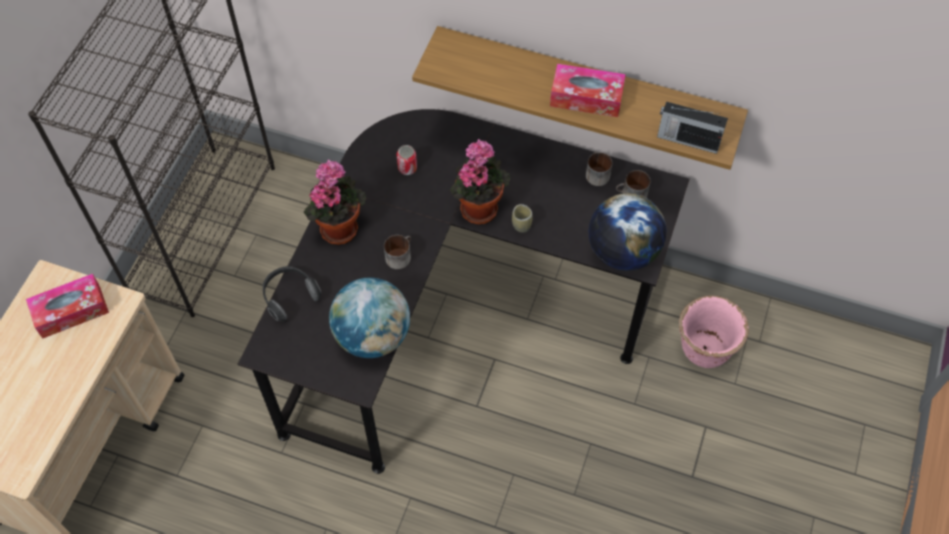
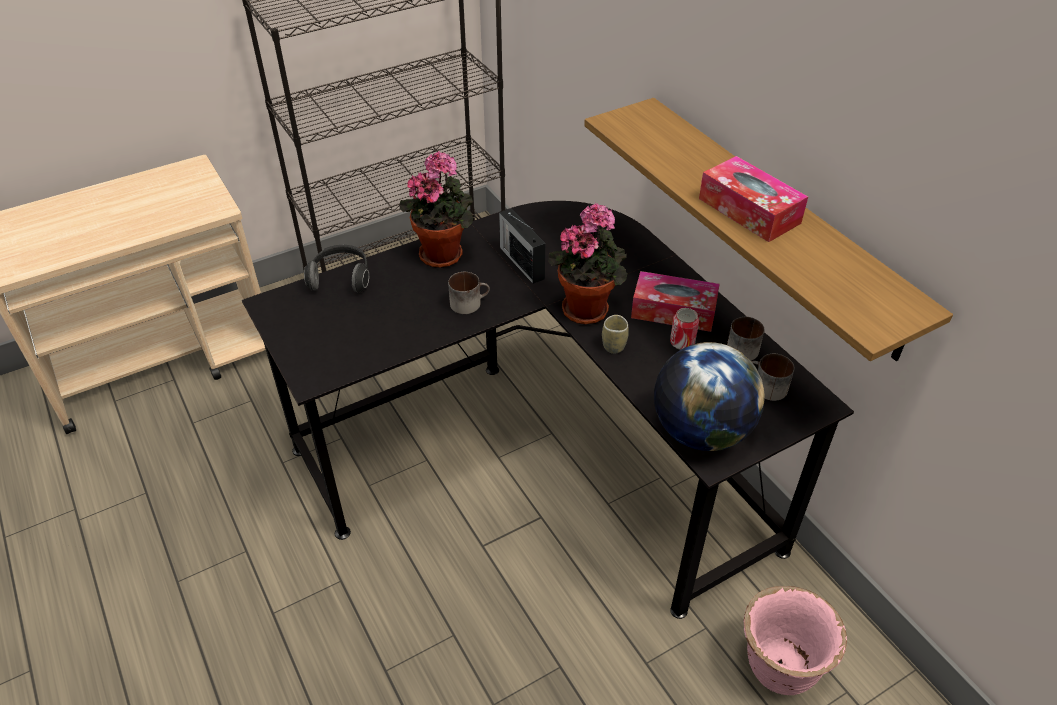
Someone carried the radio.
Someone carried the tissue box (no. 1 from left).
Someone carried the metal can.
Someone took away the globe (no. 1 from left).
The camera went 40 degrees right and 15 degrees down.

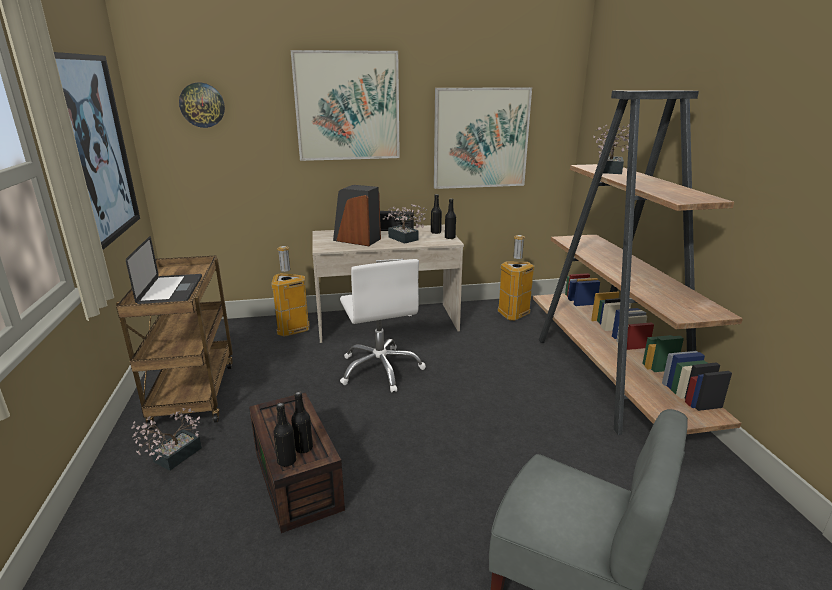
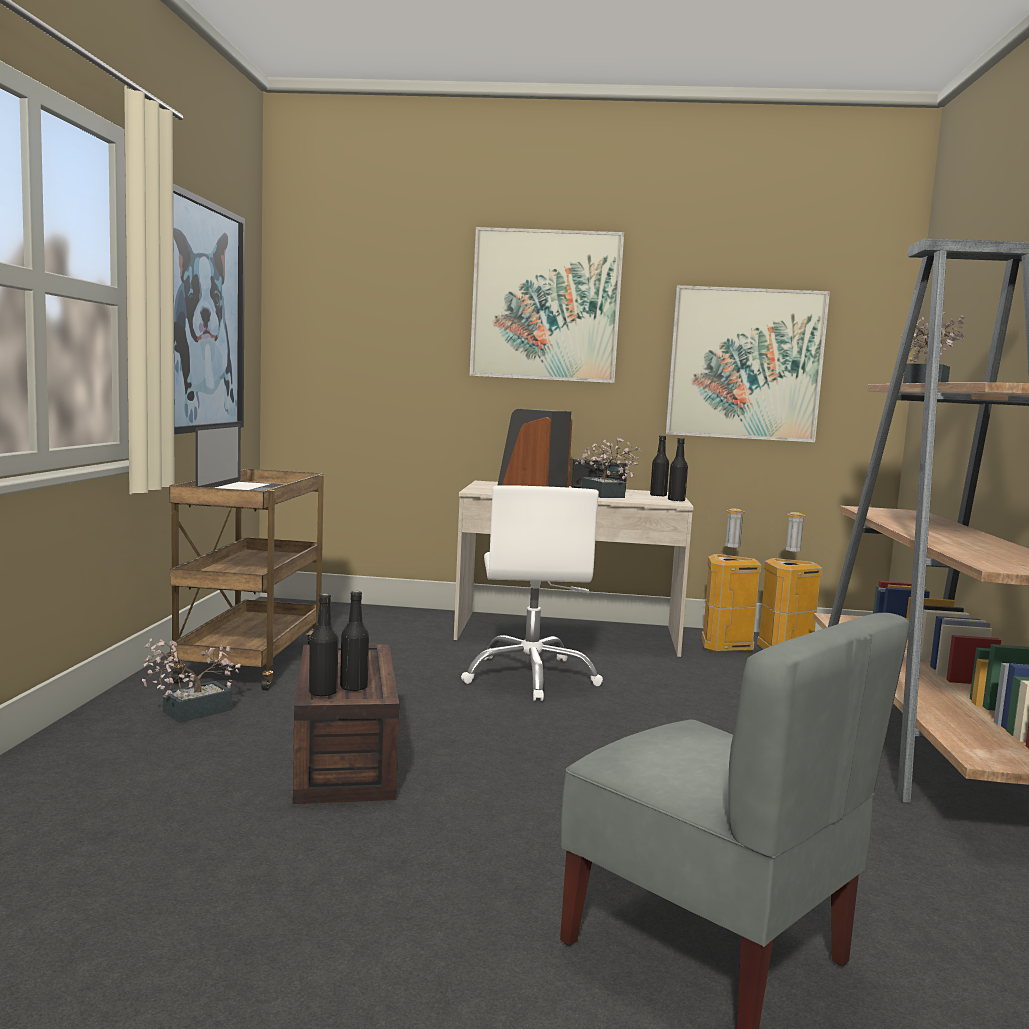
Someone carried the trash can (no. 1 from left).
Someone took away the wall clock.
The camera went 15 degrees right and 15 degrees down.

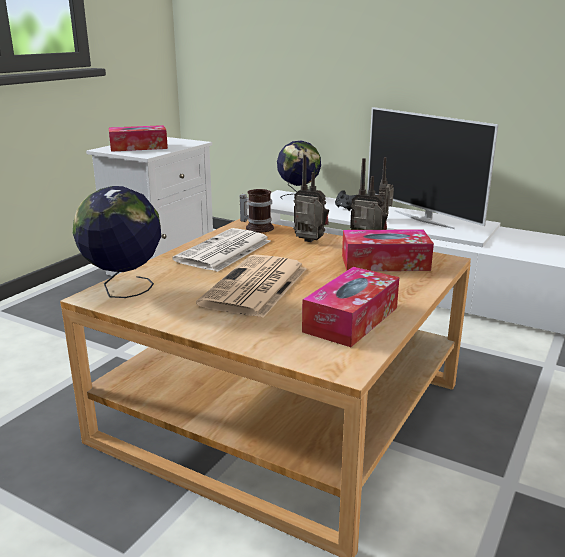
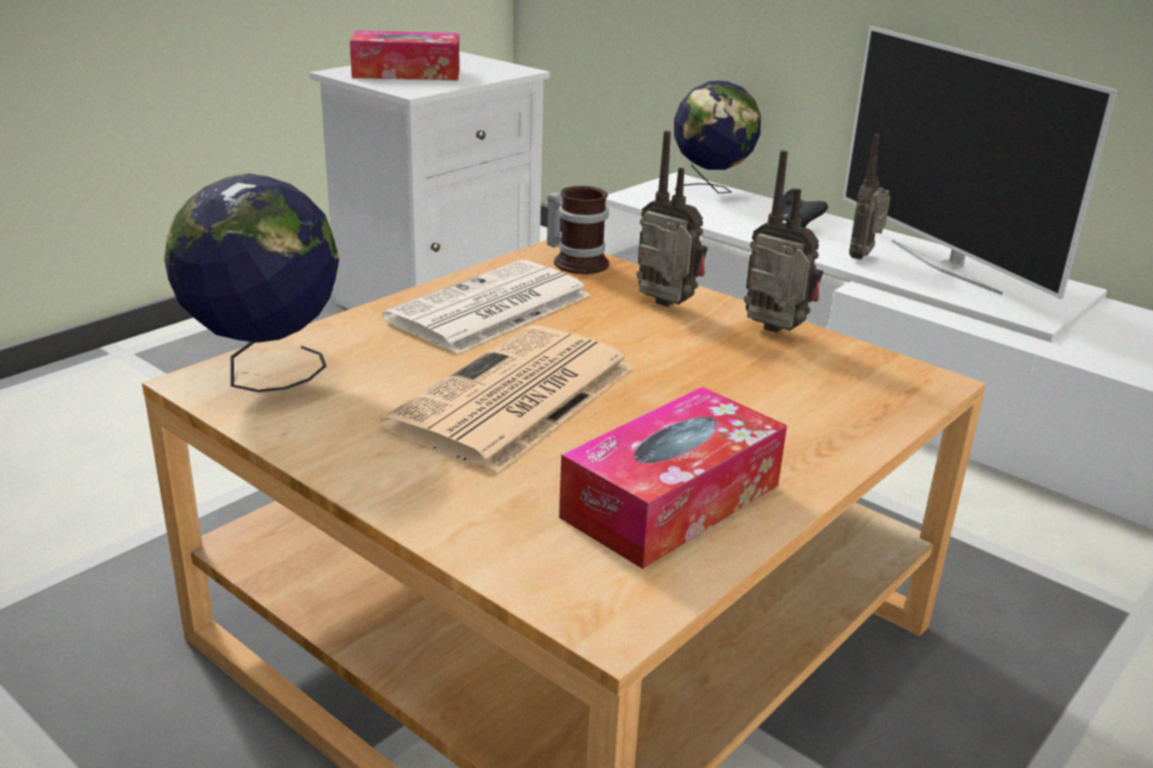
Someone took away the tissue box (no. 3 from left).
The camera went 10 degrees right and 5 degrees up.

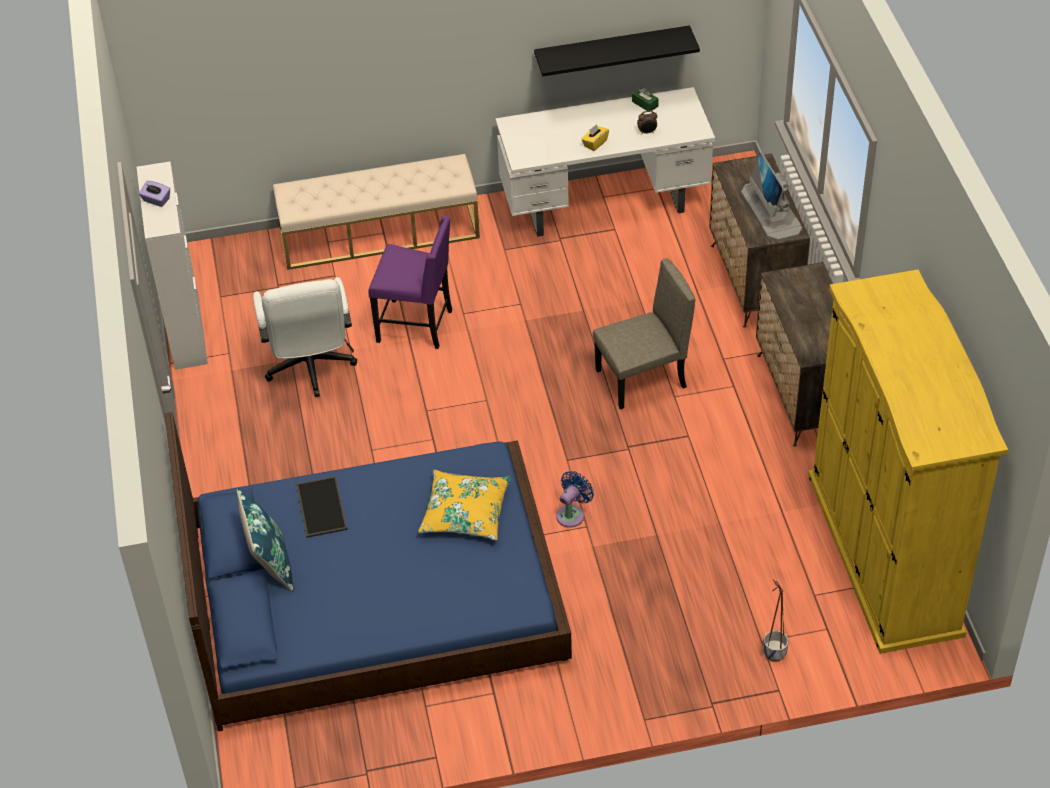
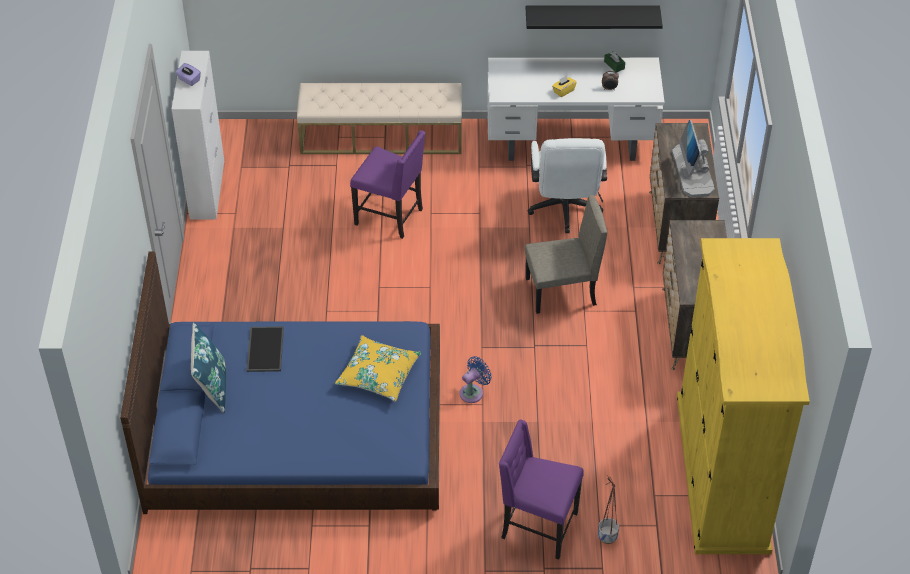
Someone put down the purplish upright chair (no. 2 from left).
Someone carried the white-coloured office chair.
The camera went 10 degrees right and 0 degrees up.

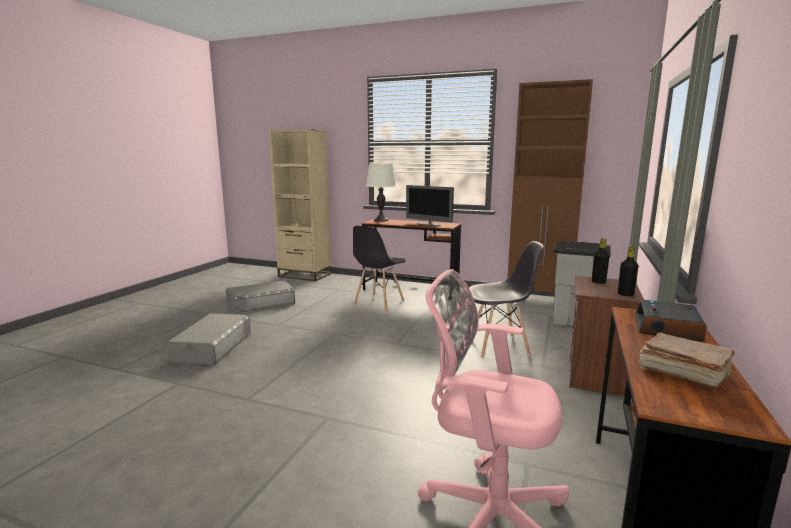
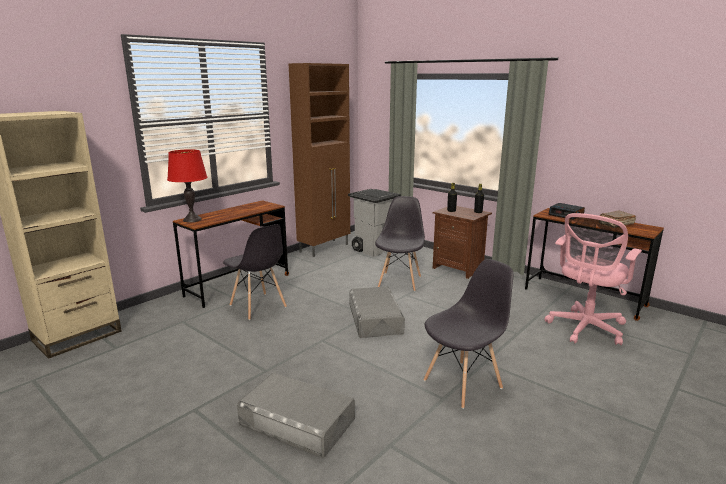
Someone repainted the white-coloured table lamp, which became the red-coloured table lamp.
Someone carried the grey storage box (no. 2 from left).
Someone put down the grey upright chair (no. 3 from left).
Someone took away the monitor.
The camera went 70 degrees left and 5 degrees up.

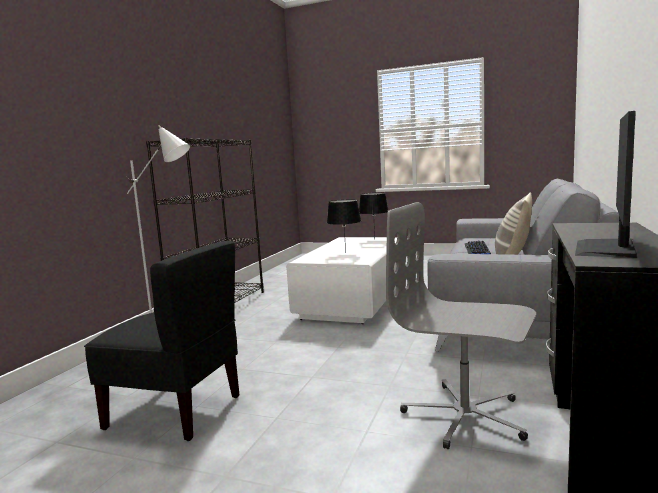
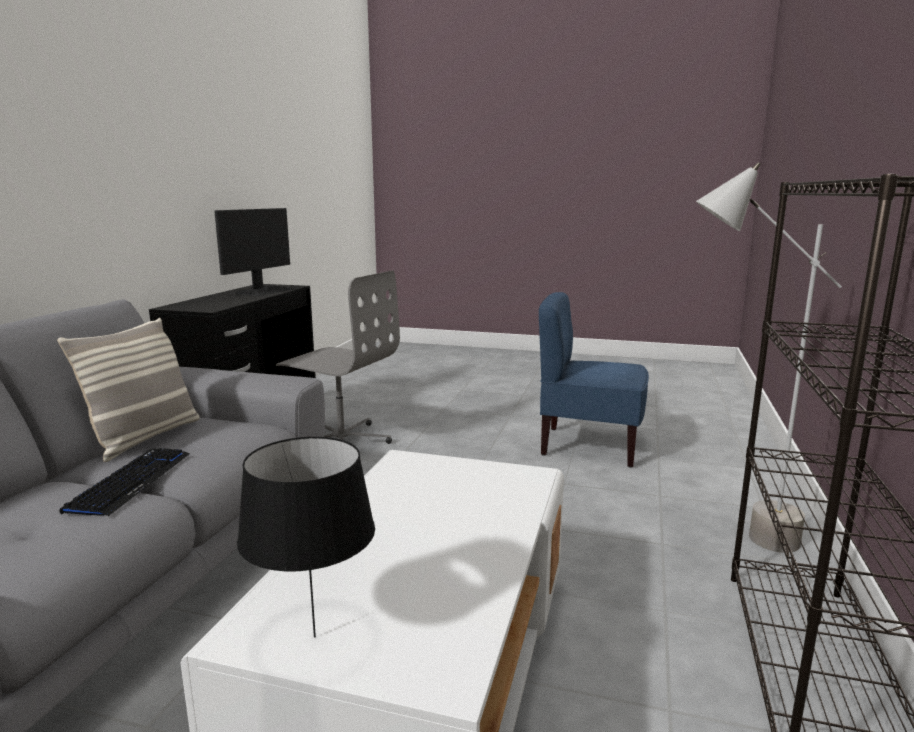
Someone repainted the blackish upright chair, which became the bluish upright chair.
Someone took away the blackish table lamp (no. 1 from left).
The camera went 175 degrees right and 5 degrees up.

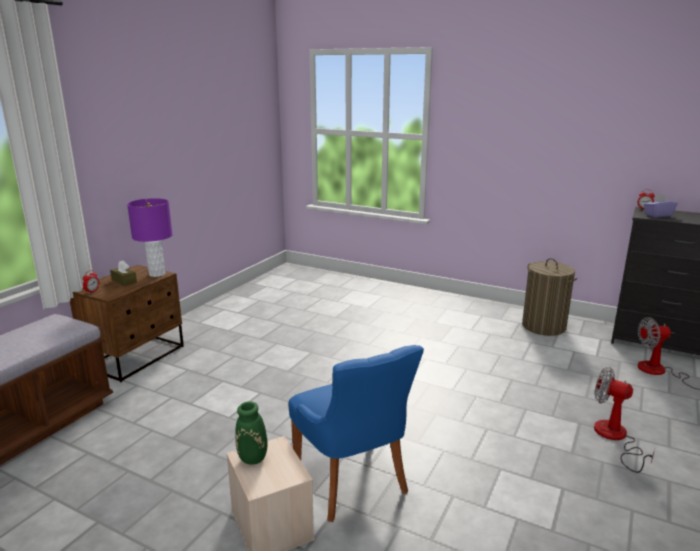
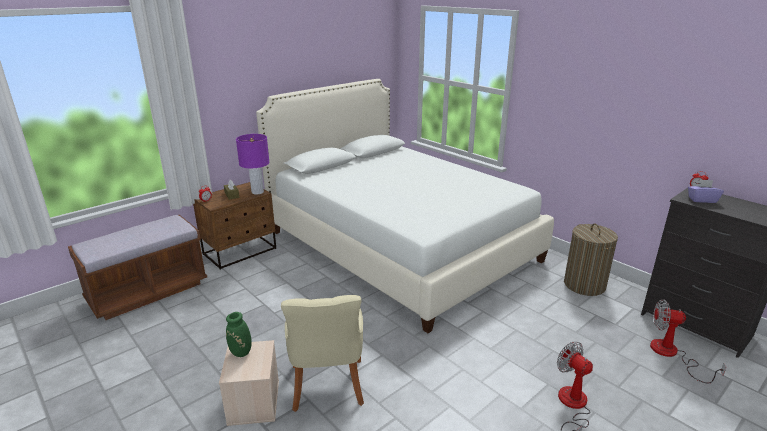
Someone put down the white-coloured sleeping bed.
Someone repainted the bluish upright chair, which became the beige-coloured upright chair.
The camera went 20 degrees right and 5 degrees up.

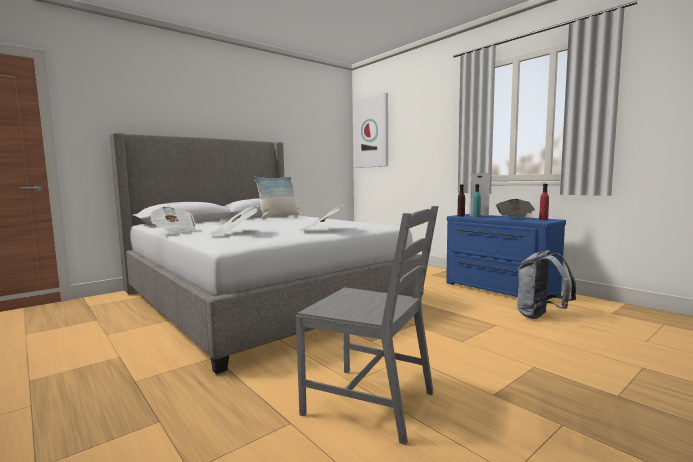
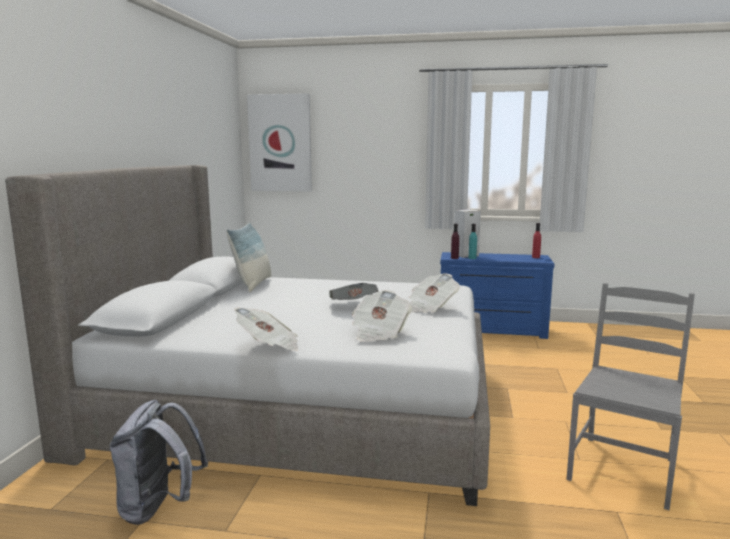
Someone carried the grey rucksack.
Someone carried the daily paper (no. 4 from left in the first image).
Someone rotated the grey upright chair by 45 degrees counterclockwise.
The camera went 40 degrees left and 5 degrees up.

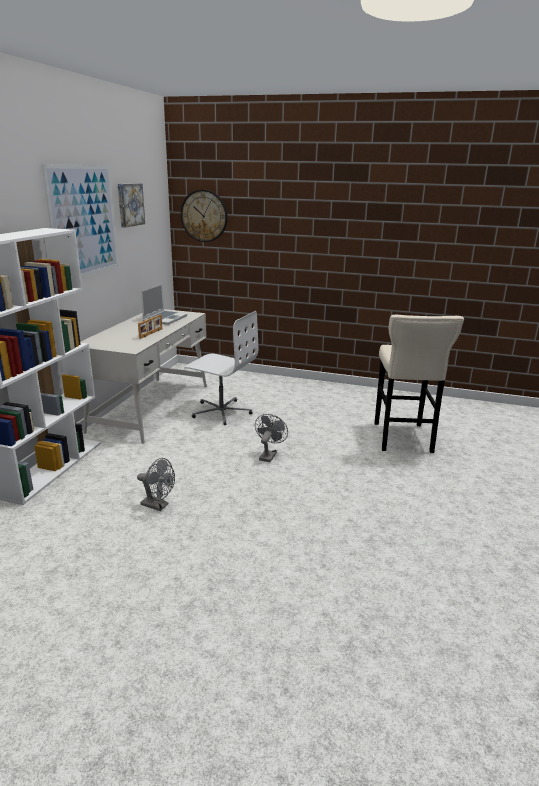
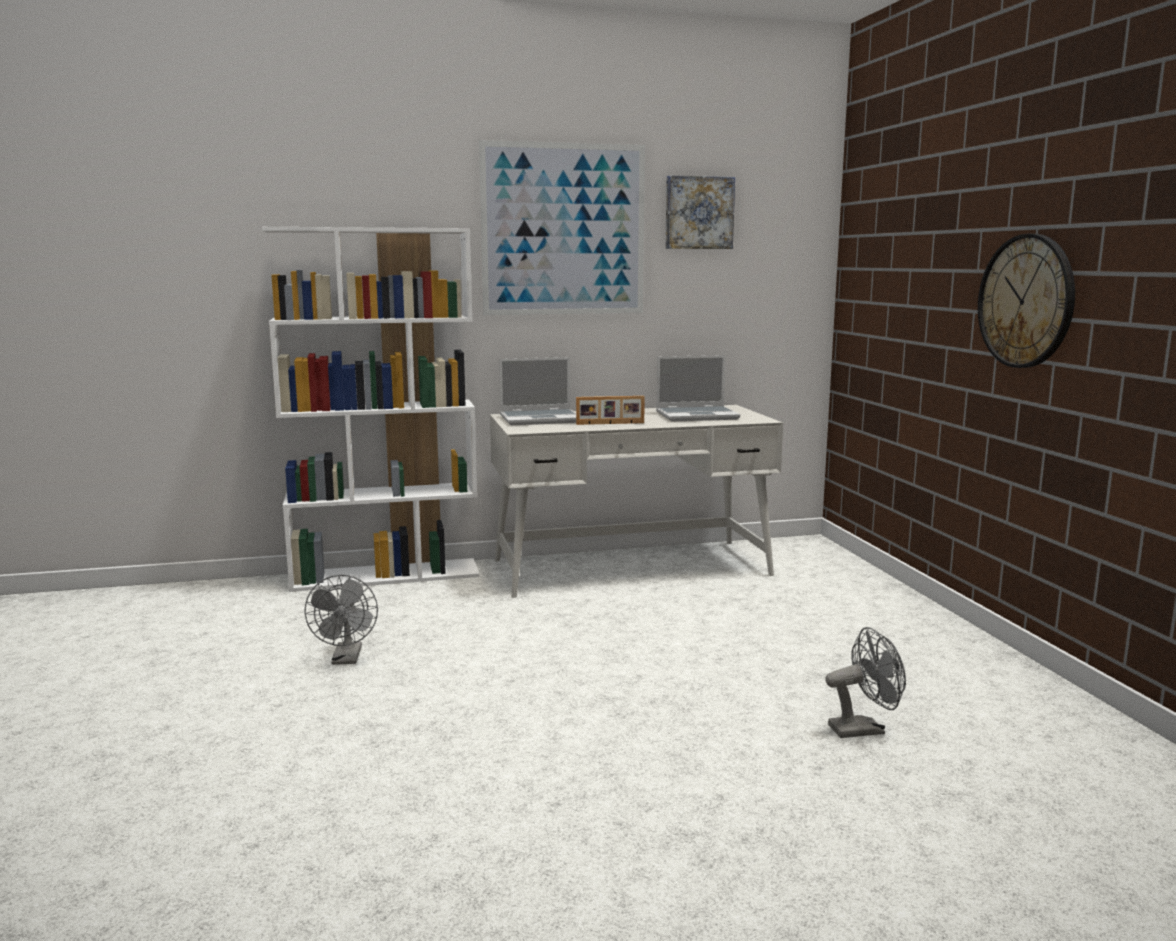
Someone put down the portable computer (no. 1 from left).
Someone carried the grey cooling fan (no. 2 from left).
Someone carried the wall clock.
Someone took away the white-coloured office chair.
Someone took away the beige-coloured sitting stool.
The camera went 60 degrees right and 10 degrees down.

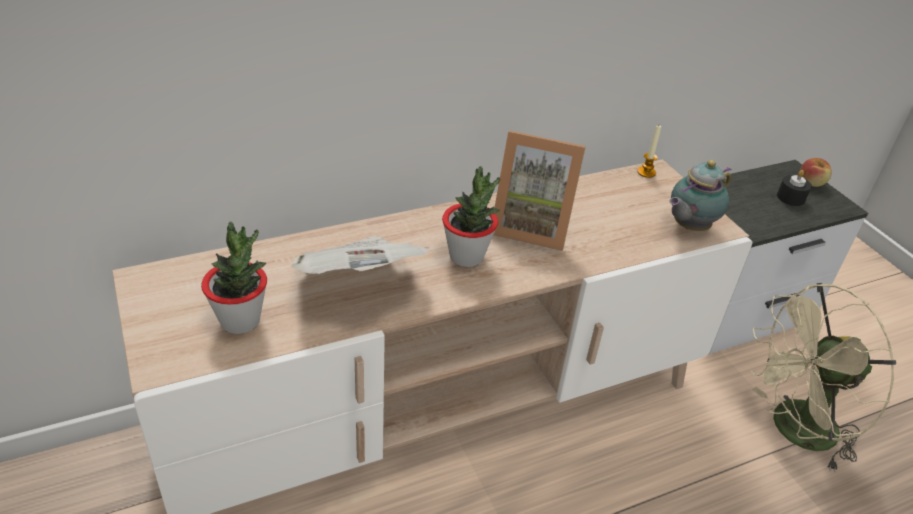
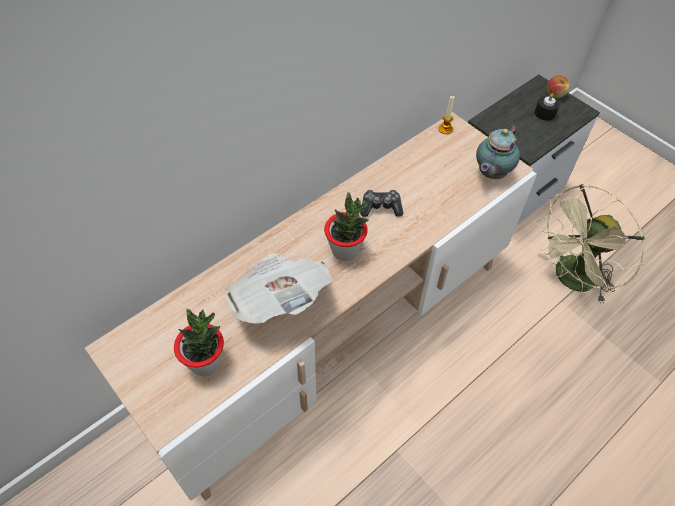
Someone swapped the picture frame for the game controller.
The camera went 15 degrees left and 15 degrees up.

